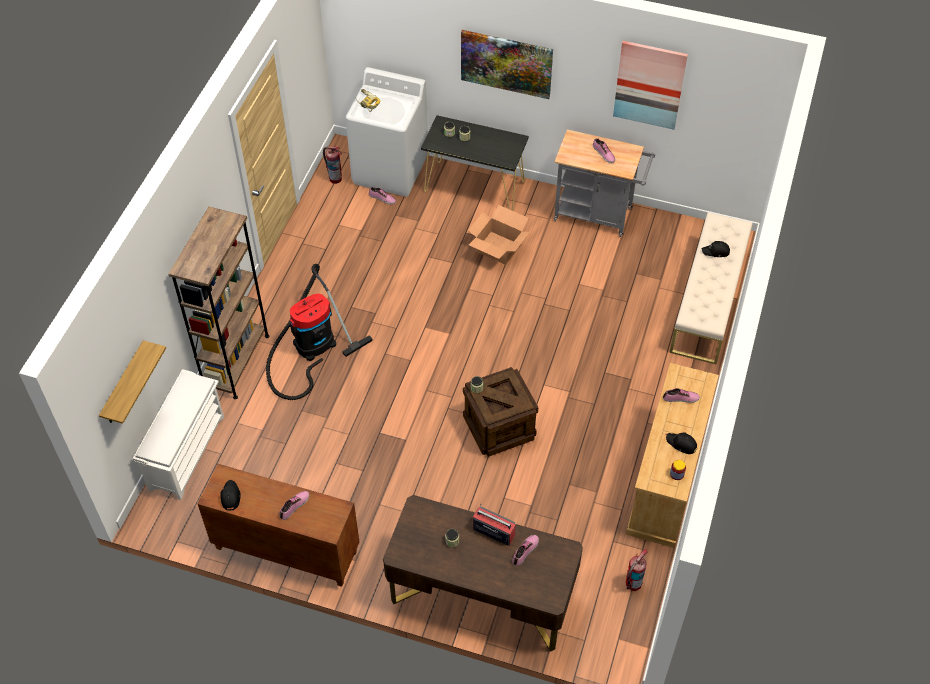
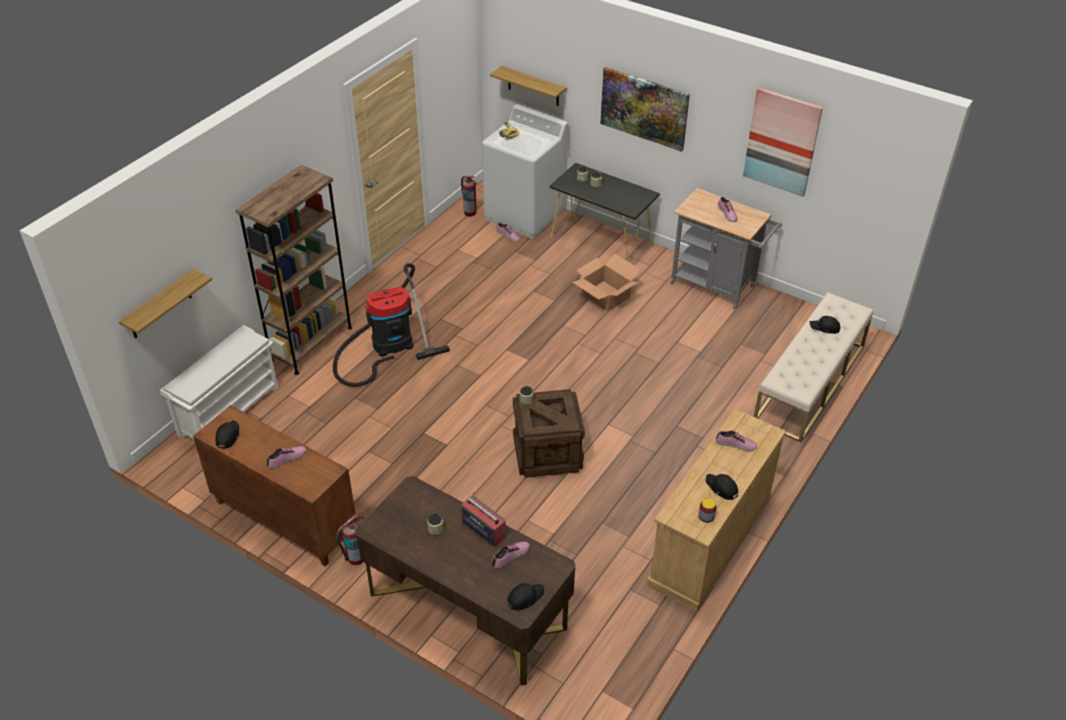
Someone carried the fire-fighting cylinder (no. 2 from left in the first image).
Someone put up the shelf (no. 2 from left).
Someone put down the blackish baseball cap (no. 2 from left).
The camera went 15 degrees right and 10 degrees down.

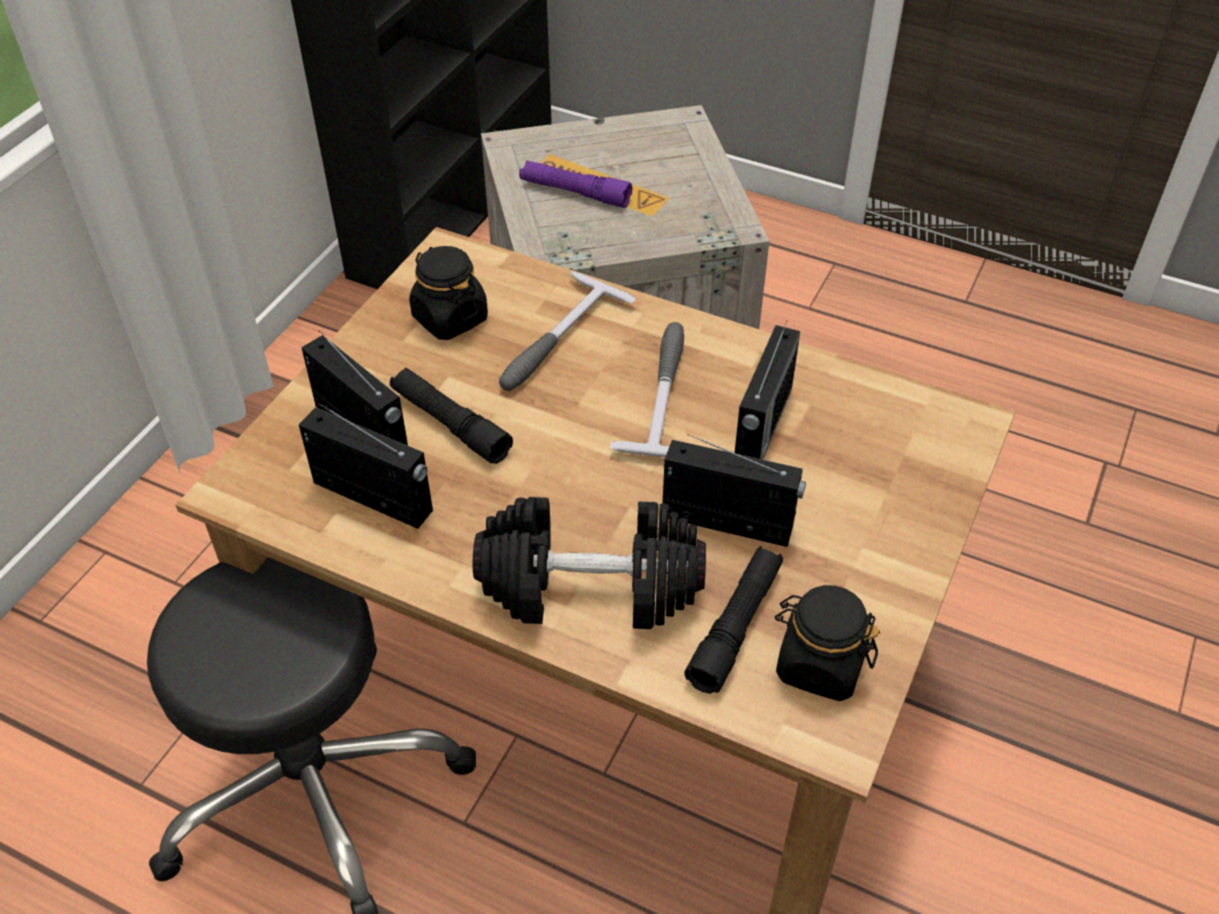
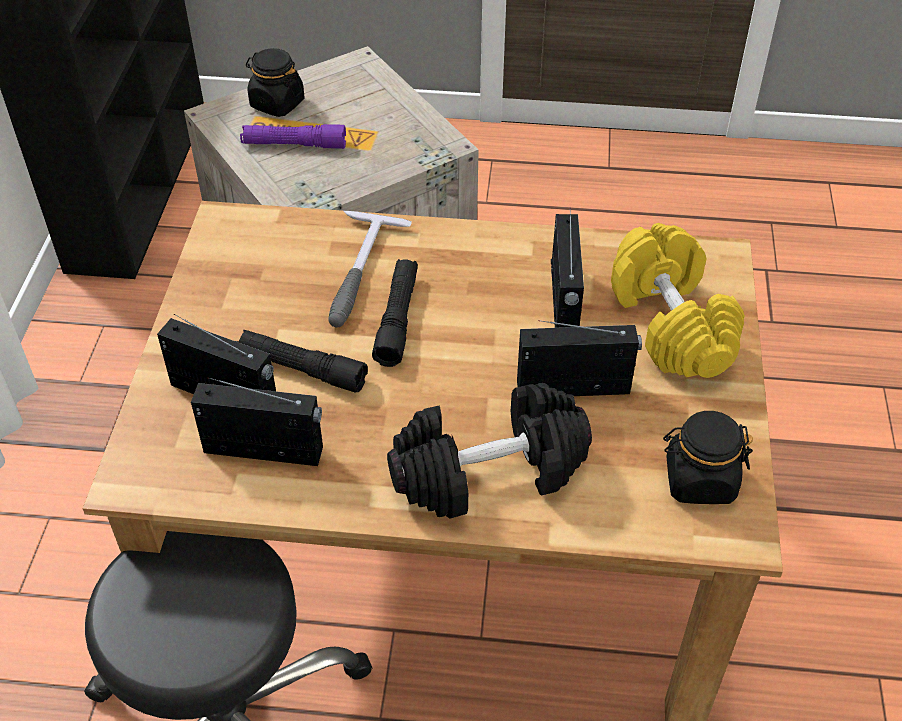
Someone carried the blackish storage jar (no. 1 from left).
Someone carried the blackish hand torch (no. 2 from left).
Someone put down the yellow dumbbell.
Someone took away the hand hammer (no. 2 from left).
The camera went 20 degrees left and 0 degrees up.

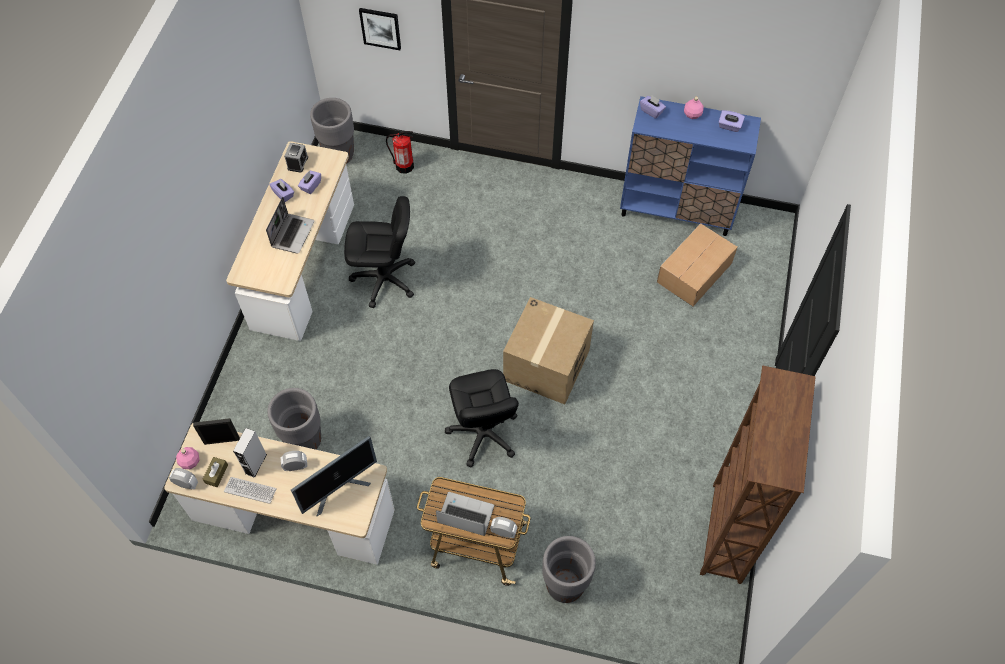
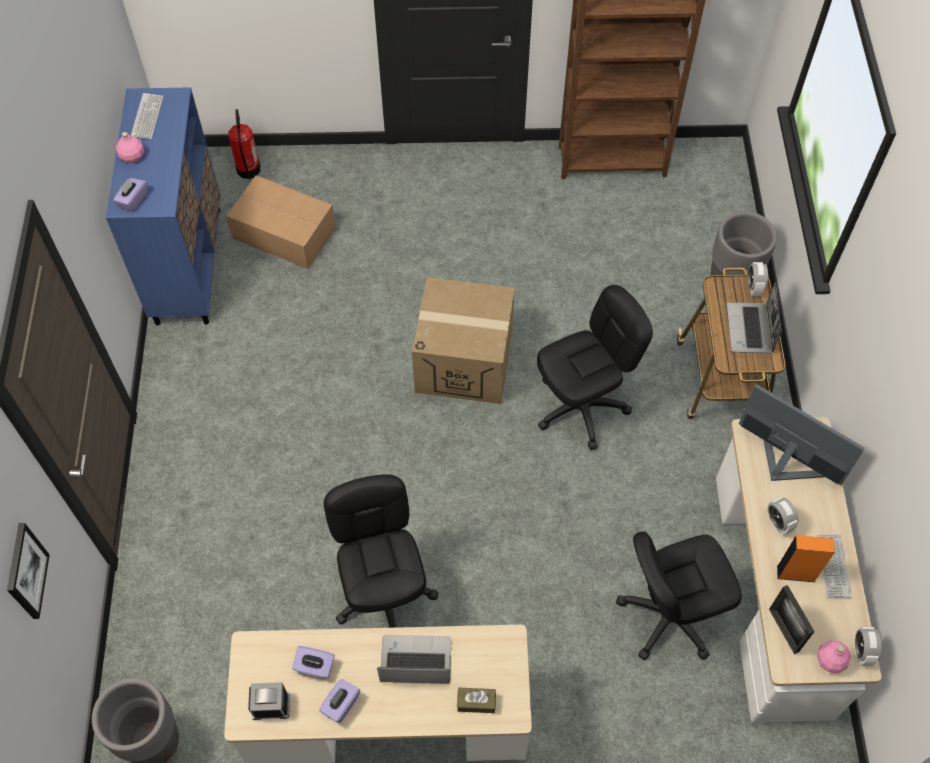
Someone swapped the purplish tissue box (no. 4 from left) for the keyboard (no. 1 from left).
Someone carried the fire-fighting cylinder.
Someone carried the brown tissue box.
Someone swapped the grey plant pot (no. 1 from left) for the blackish office chair (no. 3 from left).
Someone repainted the grey speaker, which became the orange-coloured speaker.
The camera went 105 degrees left and 0 degrees up.

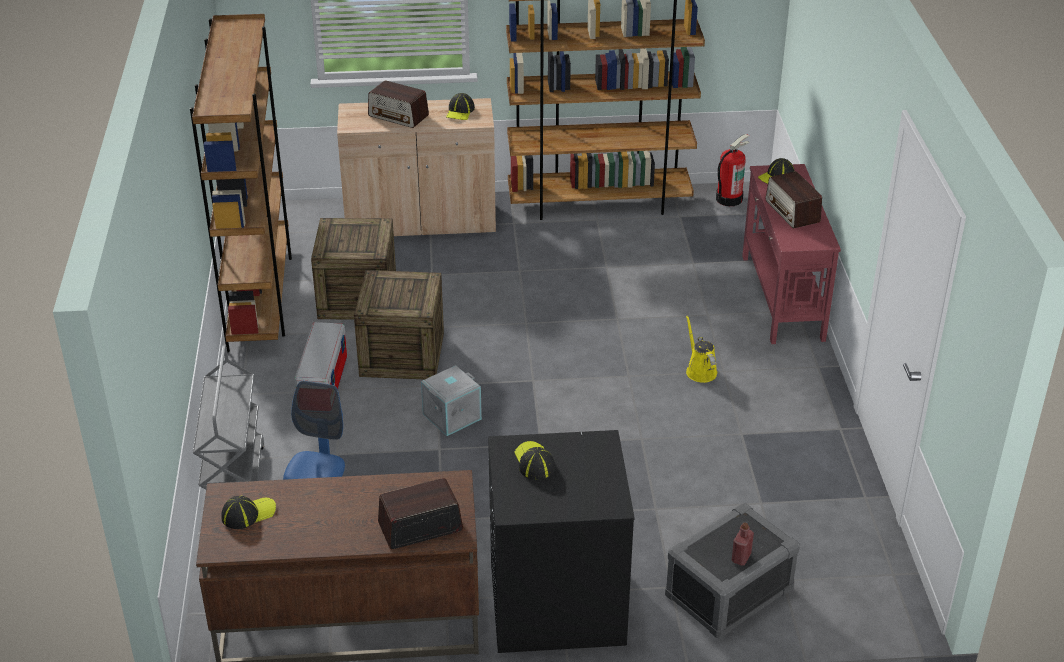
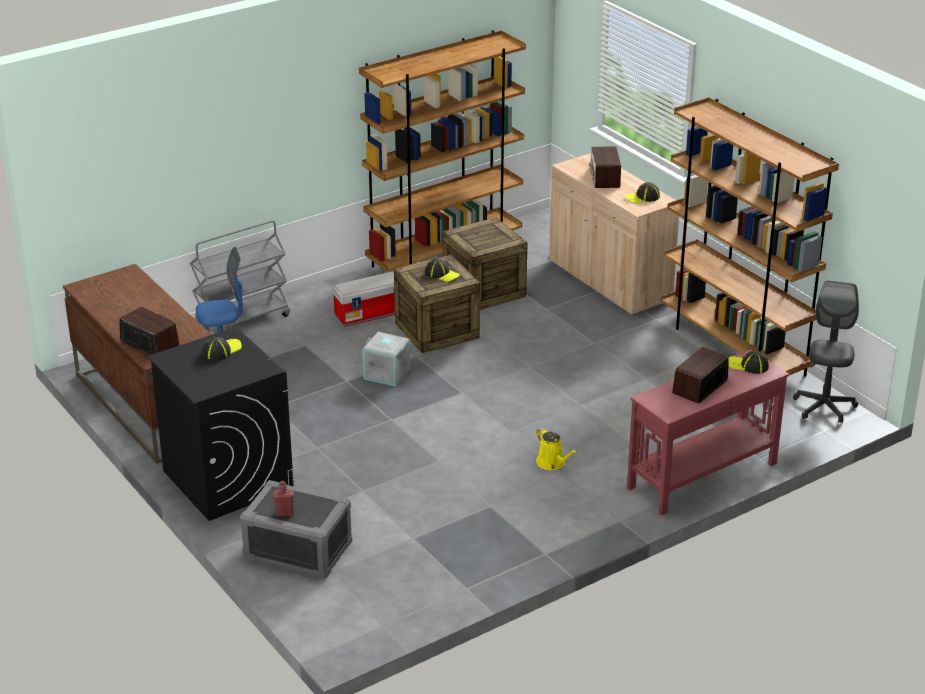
Someone carried the baseball cap (no. 1 from left in the first image).
Someone rotated the yellow watering can by 105 degrees clockwise.
Someone swapped the fire-fighting cylinder for the grey office chair.
The camera went 60 degrees right and 5 degrees down.

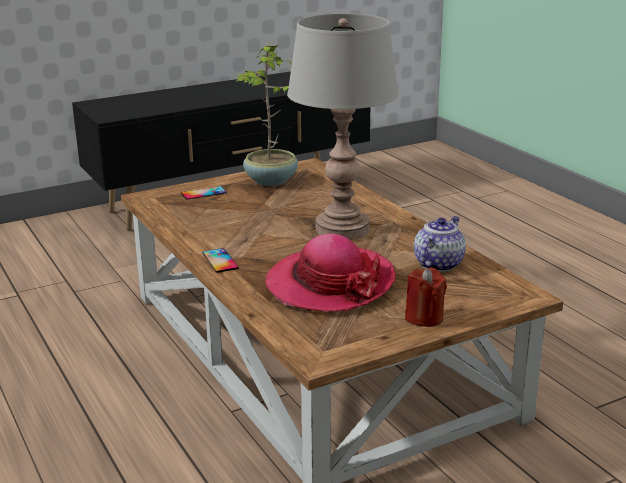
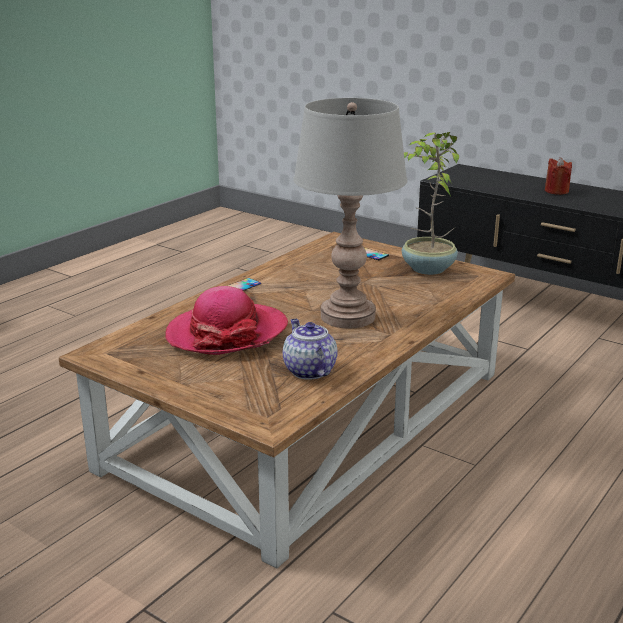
Someone rotated the tea pot by 120 degrees counterclockwise.
Someone carried the red-coloured wax light.
The camera went 65 degrees right and 0 degrees up.

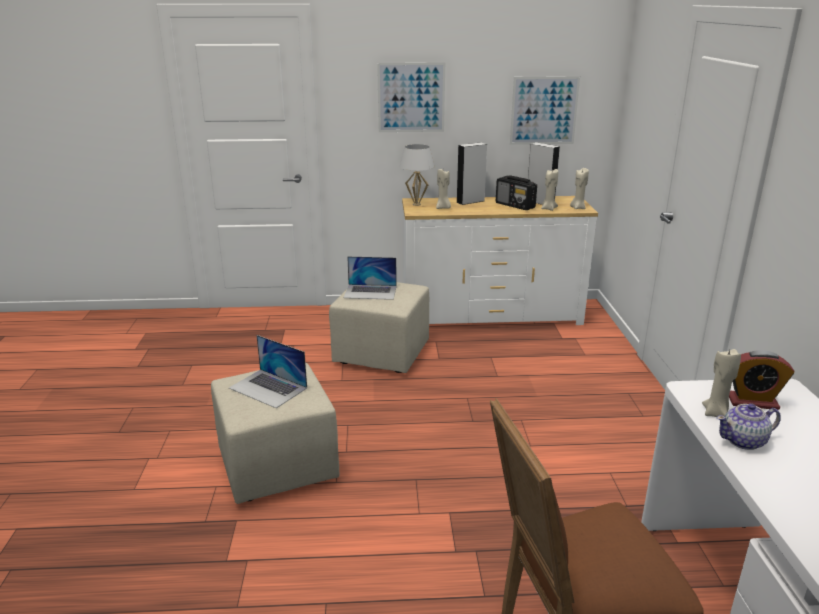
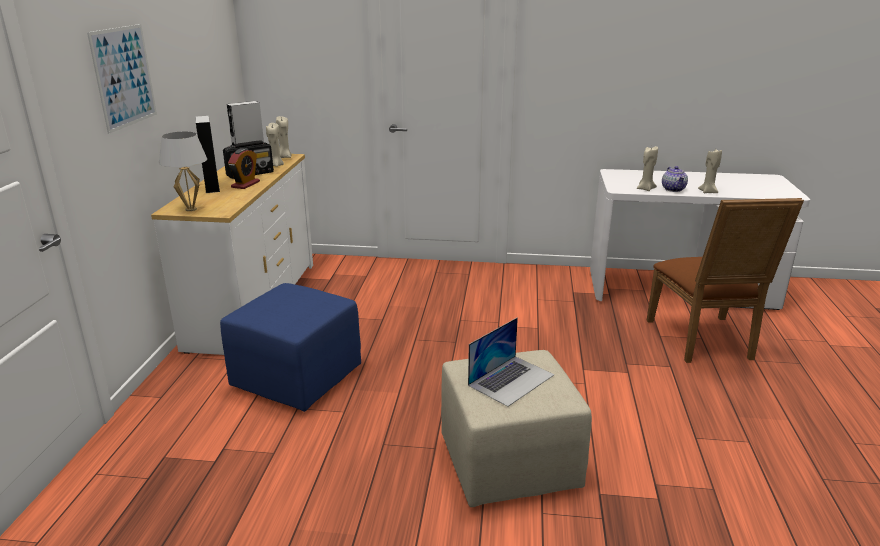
Someone repainted the beige-coloured pouffe (no. 2 from left), which became the bluish pouffe.
Someone carried the table clock.
Someone carried the beige-coloured wax light (no. 1 from left in the first image).
Someone took away the portable computer (no. 2 from left).
Someone took away the wall picture (no. 2 from left).
The camera went 80 degrees left and 0 degrees up.

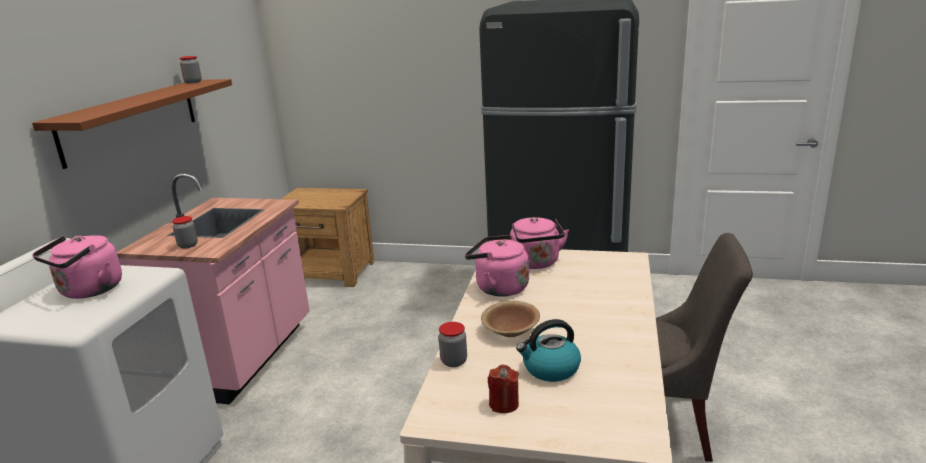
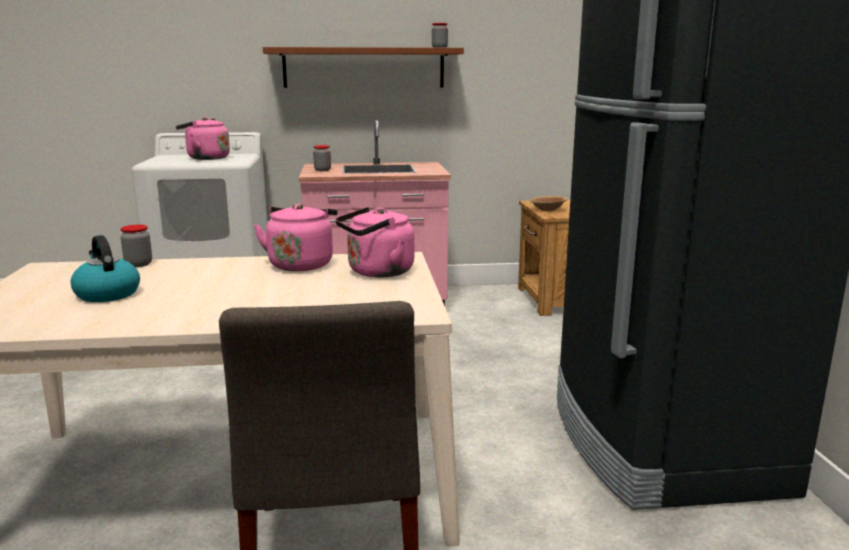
Someone carried the brown serving bowl.
Someone took away the red-coloured wax light.
The camera went 70 degrees right and 5 degrees down.

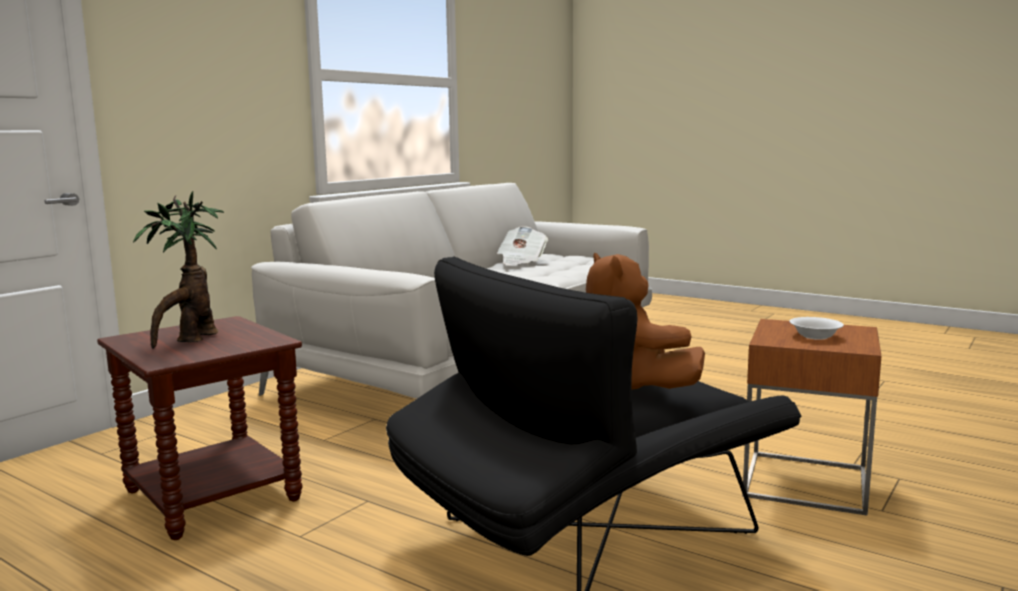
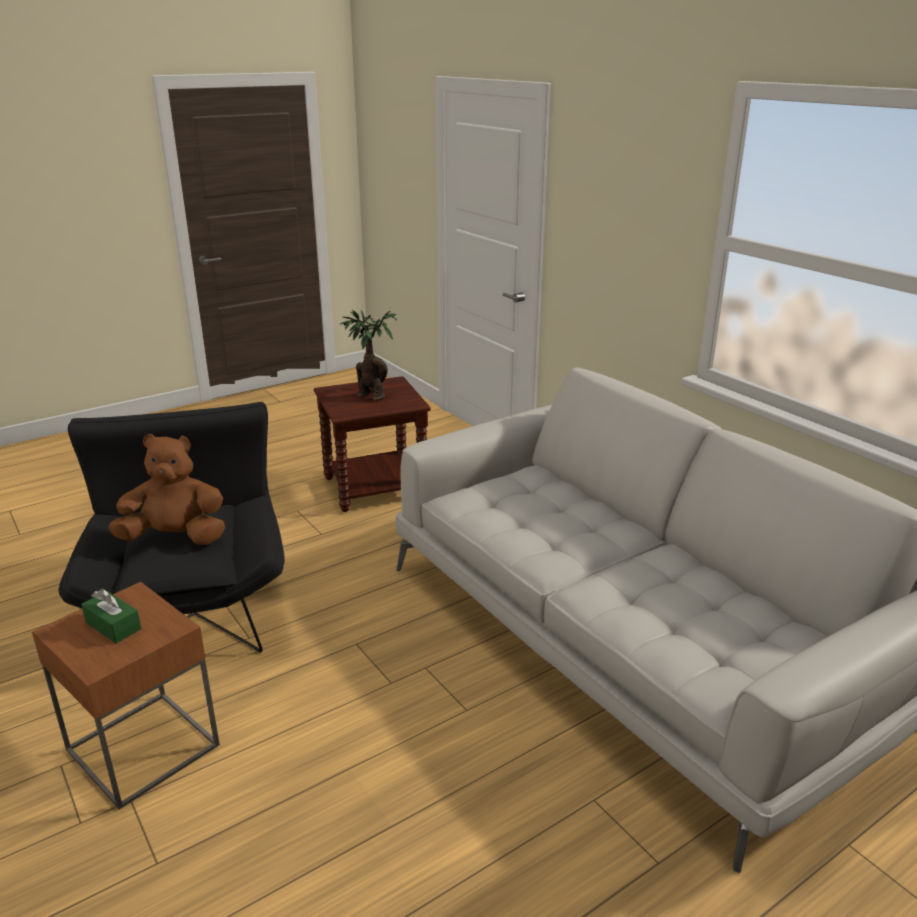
Someone swapped the white-coloured serving bowl for the greenish tissue box.
Someone took away the daily paper.
The camera went 110 degrees right and 15 degrees up.

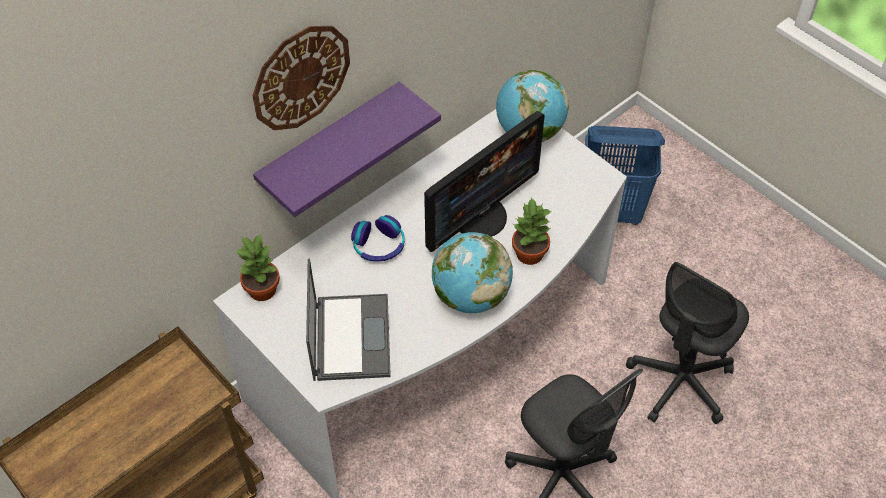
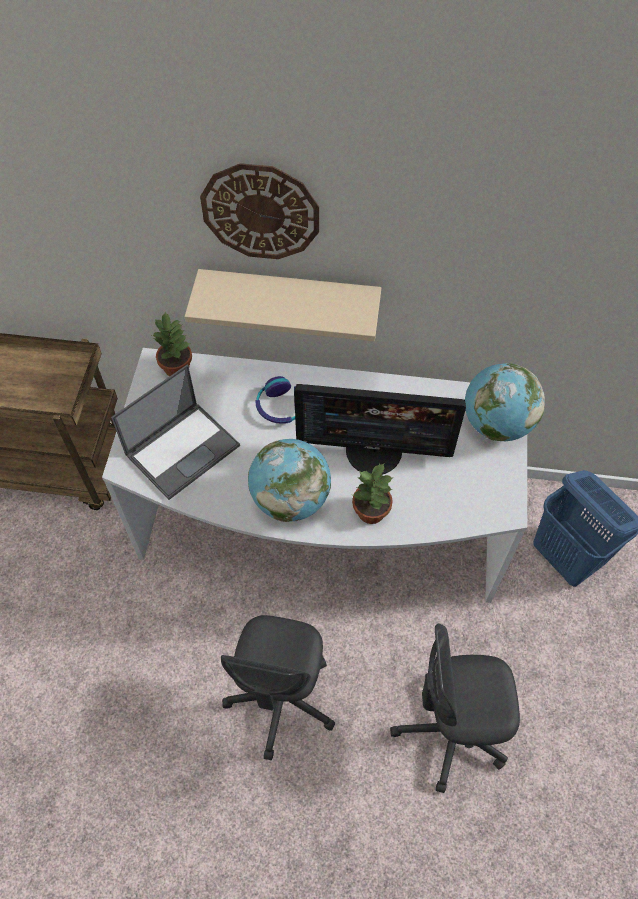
Someone repainted the purplish shelf, which became the beige-coloured shelf.
The camera went 50 degrees right and 5 degrees up.

